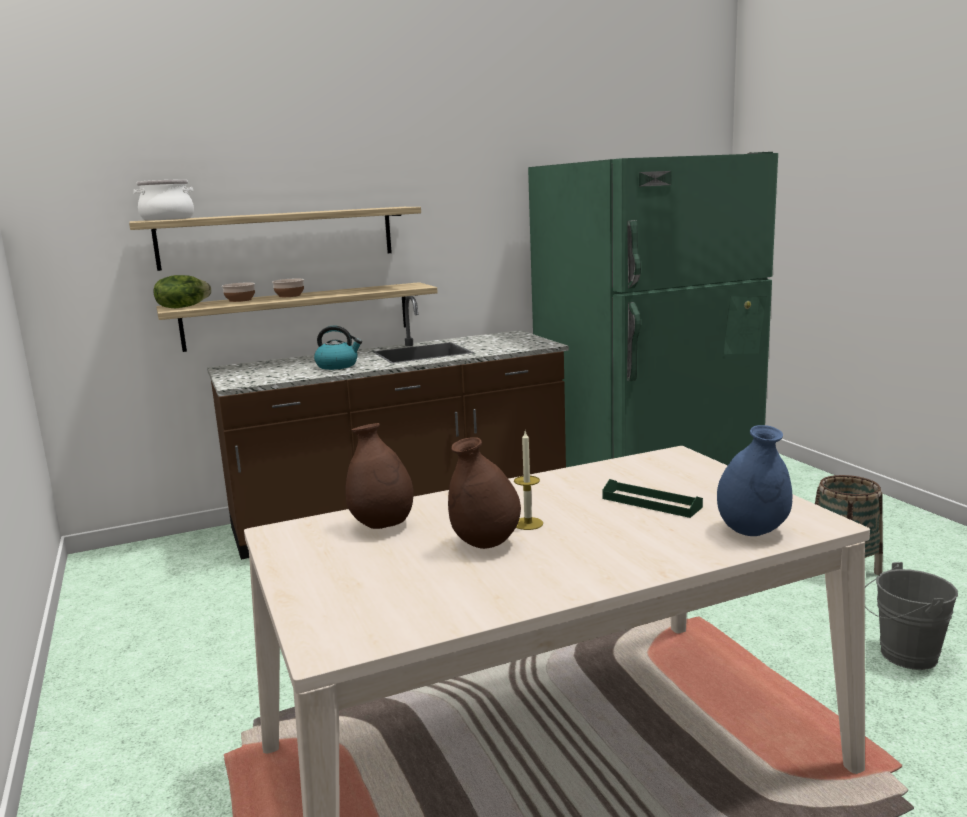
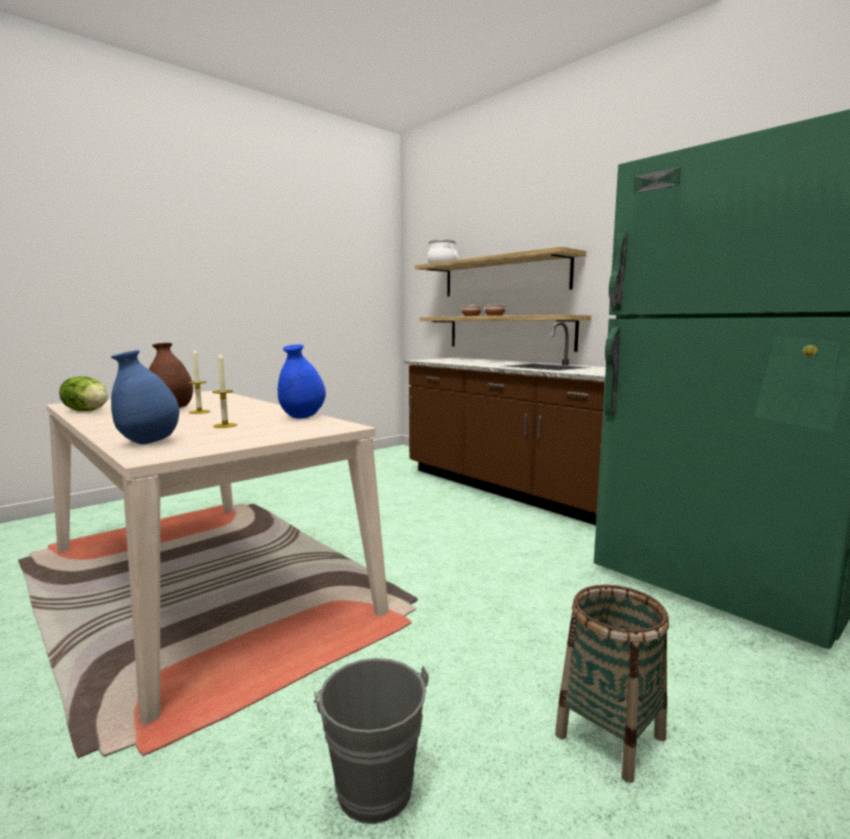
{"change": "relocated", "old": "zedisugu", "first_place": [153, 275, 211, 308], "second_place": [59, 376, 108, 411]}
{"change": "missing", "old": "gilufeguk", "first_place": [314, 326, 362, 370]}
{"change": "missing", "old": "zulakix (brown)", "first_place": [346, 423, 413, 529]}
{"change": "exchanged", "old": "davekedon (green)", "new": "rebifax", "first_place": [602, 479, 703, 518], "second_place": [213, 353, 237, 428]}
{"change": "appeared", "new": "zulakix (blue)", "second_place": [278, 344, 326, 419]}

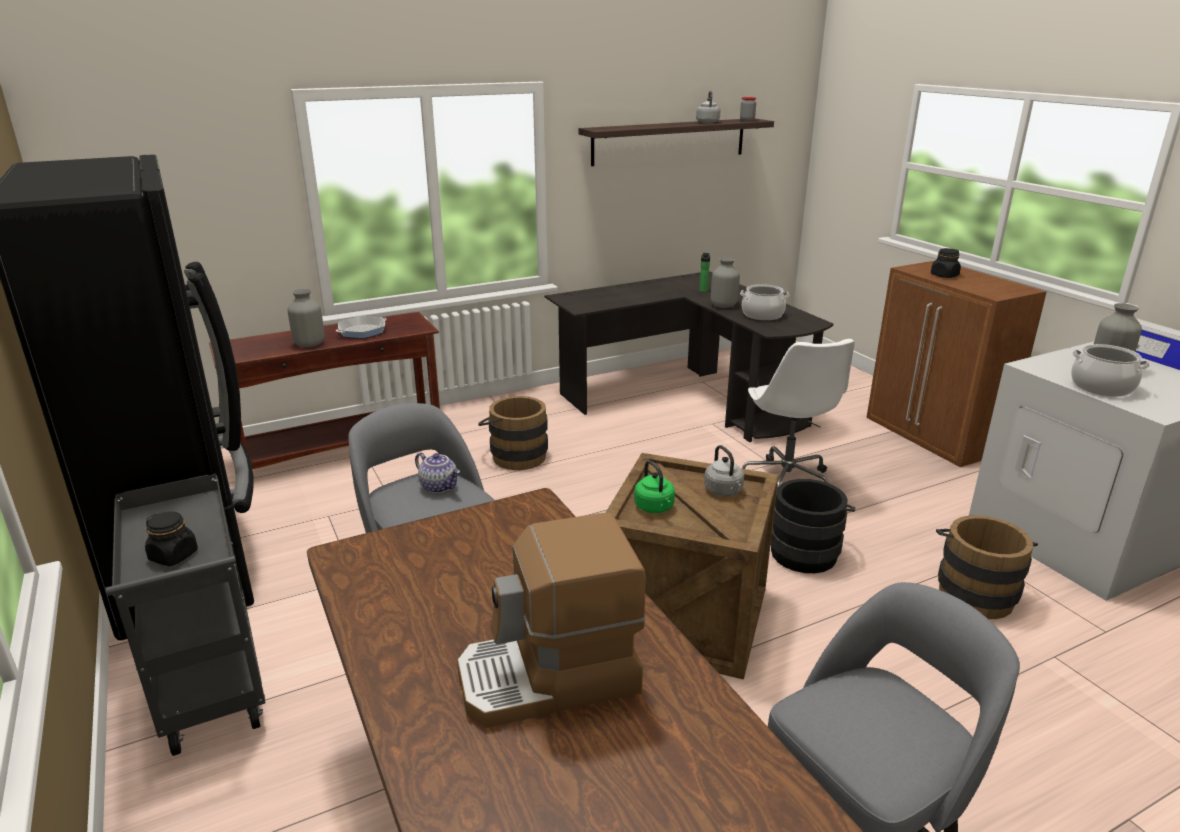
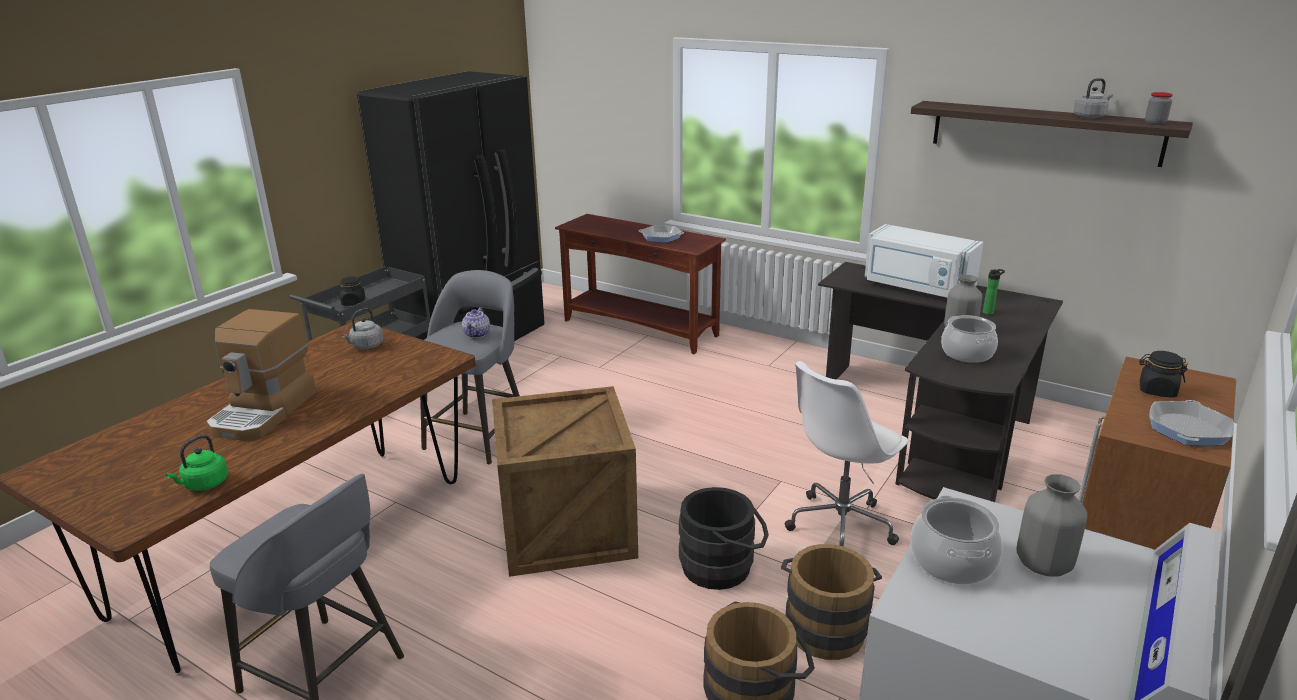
{"change": "missing", "old": "zulakix (grey)", "first_place": [288, 289, 325, 347]}
{"change": "spun", "old": "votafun", "first_place": [457, 513, 646, 728], "second_place": [206, 309, 316, 441], "degrees": -120}
{"change": "relocated", "old": "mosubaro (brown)", "first_place": [478, 396, 548, 470], "second_place": [781, 544, 882, 660]}
{"change": "relocated", "old": "gilufeguk (green)", "first_place": [634, 460, 675, 513], "second_place": [166, 435, 228, 491]}
{"change": "relocated", "old": "gilufeguk (grey)", "first_place": [704, 445, 744, 496], "second_place": [342, 308, 383, 349]}
{"change": "appeared", "new": "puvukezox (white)", "second_place": [865, 224, 984, 298]}
{"change": "appeared", "new": "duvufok", "second_place": [1149, 400, 1234, 446]}

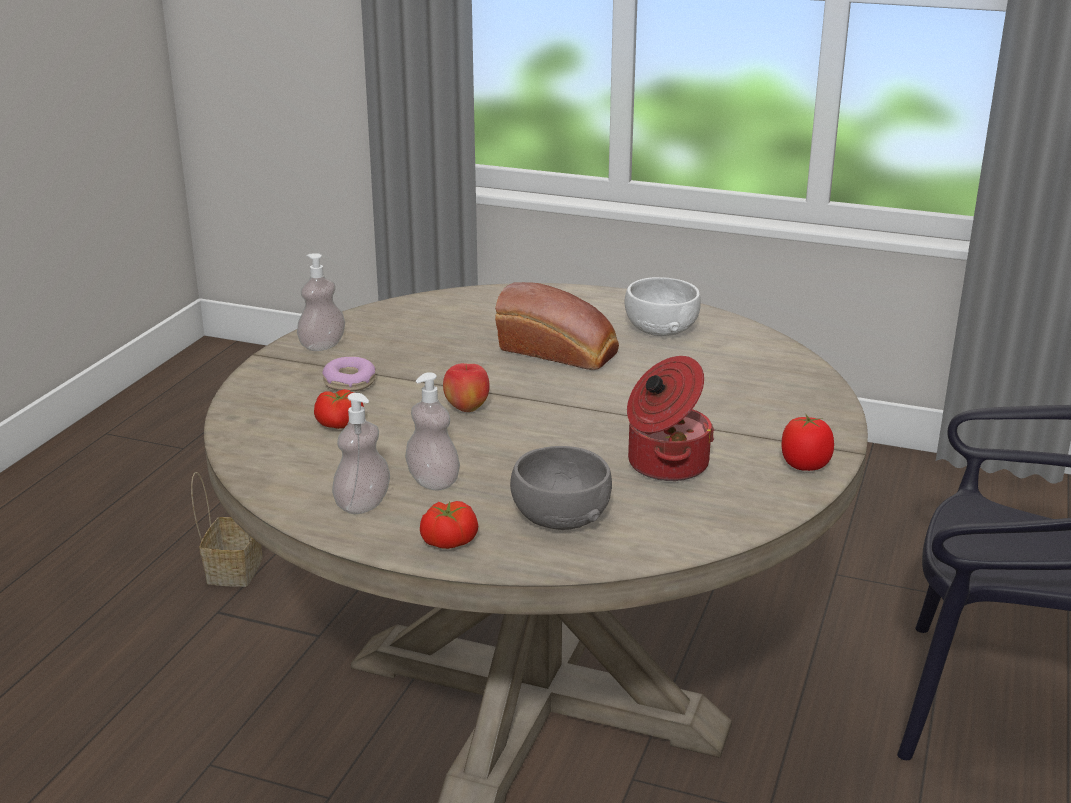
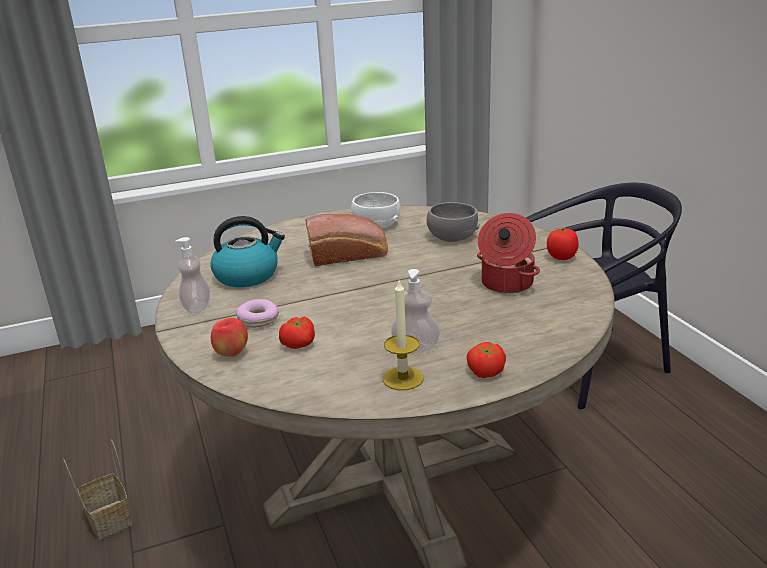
{"change": "exchanged", "old": "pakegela", "new": "rebifax", "first_place": [332, 393, 390, 514], "second_place": [383, 281, 424, 390]}
{"change": "relocated", "old": "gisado", "first_place": [443, 363, 490, 412], "second_place": [211, 318, 248, 357]}
{"change": "relocated", "old": "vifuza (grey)", "first_place": [510, 446, 612, 530], "second_place": [426, 202, 480, 242]}
{"change": "appeared", "new": "gilufeguk", "second_place": [210, 216, 285, 287]}

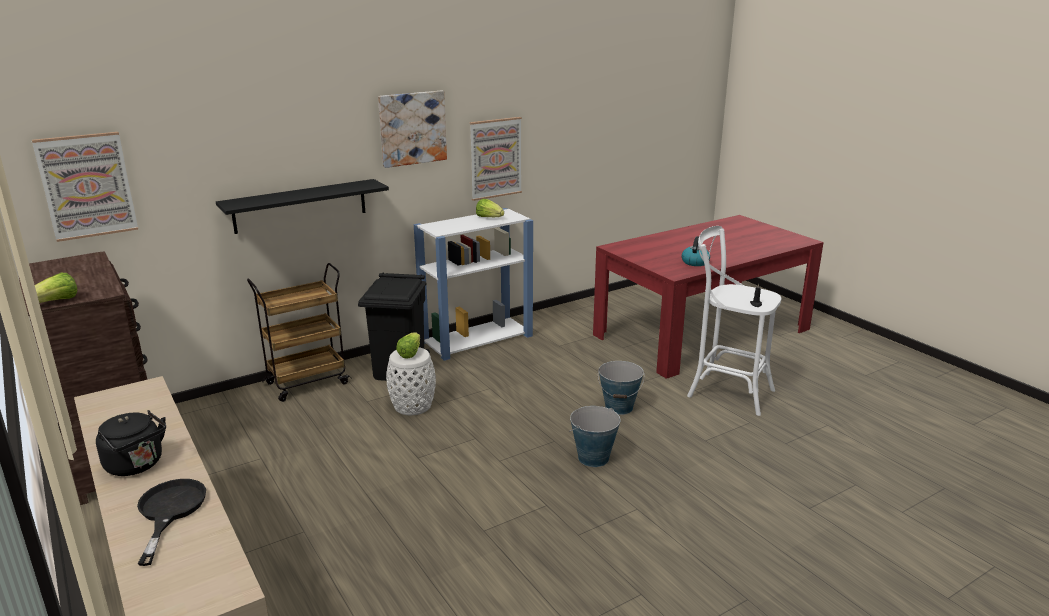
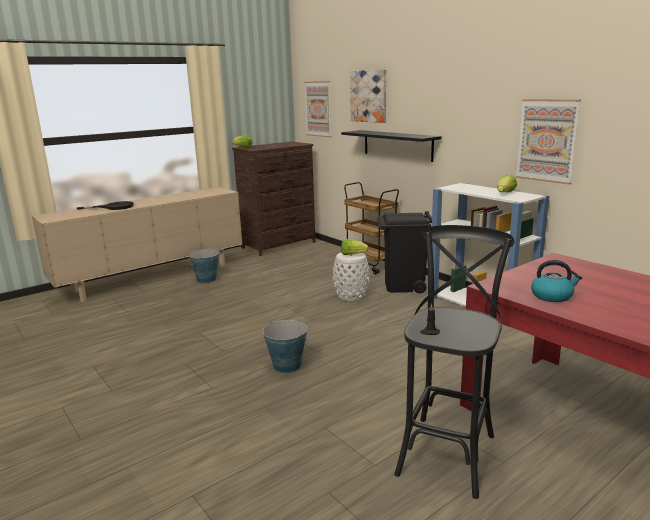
{"change": "missing", "old": "gilufeguk (black)", "first_place": [96, 410, 166, 476]}
{"change": "relocated", "old": "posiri", "first_place": [378, 90, 447, 168], "second_place": [350, 69, 386, 123]}
{"change": "relocated", "old": "mosubaro", "first_place": [598, 361, 645, 415], "second_place": [189, 248, 219, 284]}
{"change": "colour", "old": "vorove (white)", "new": "vorove (black)", "first_place": [687, 226, 781, 416], "second_place": [394, 225, 515, 499]}

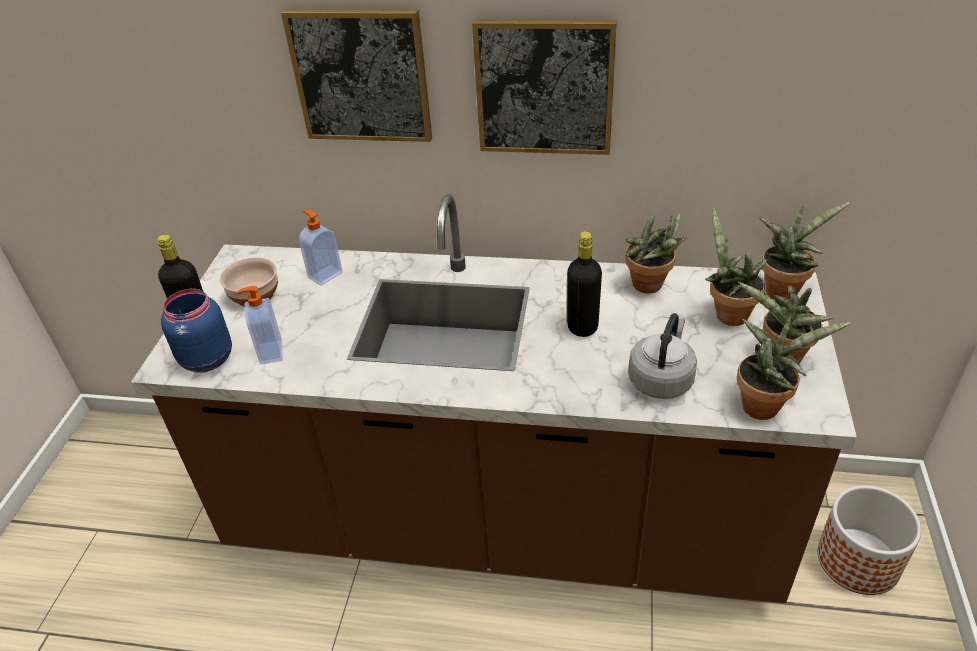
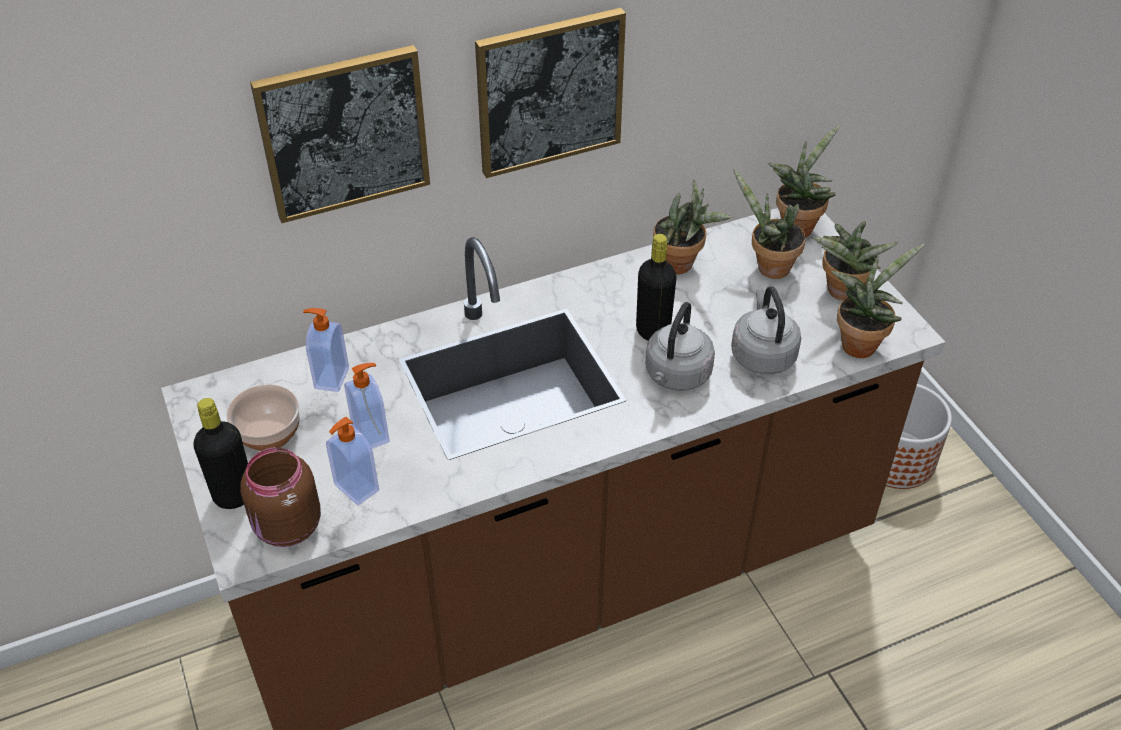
{"change": "colour", "old": "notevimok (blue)", "new": "notevimok (brown)", "first_place": [161, 289, 232, 373], "second_place": [240, 447, 321, 547]}
{"change": "appeared", "new": "pakegela", "second_place": [344, 363, 389, 449]}
{"change": "appeared", "new": "gilufeguk (grey)", "second_place": [645, 302, 715, 391]}

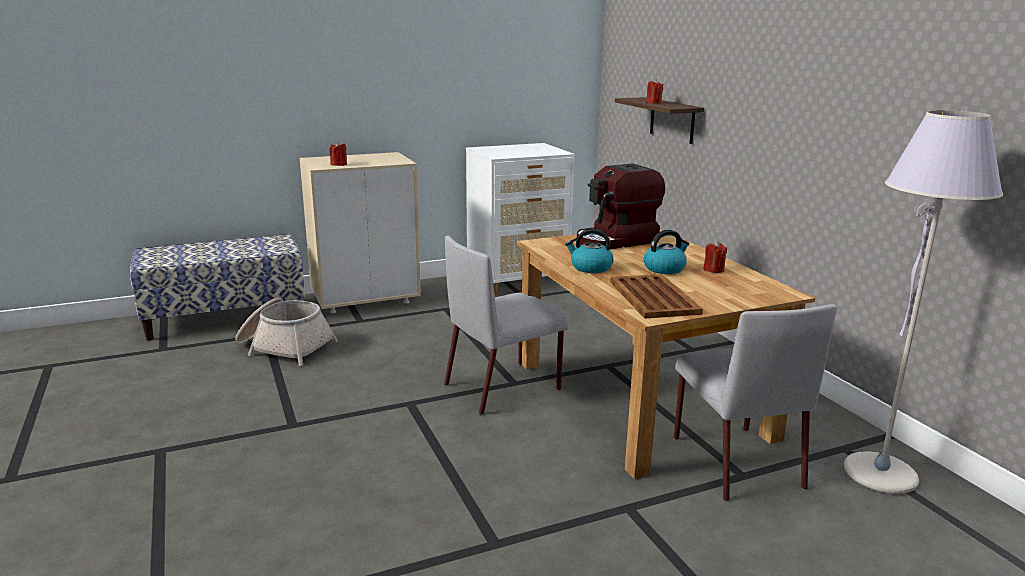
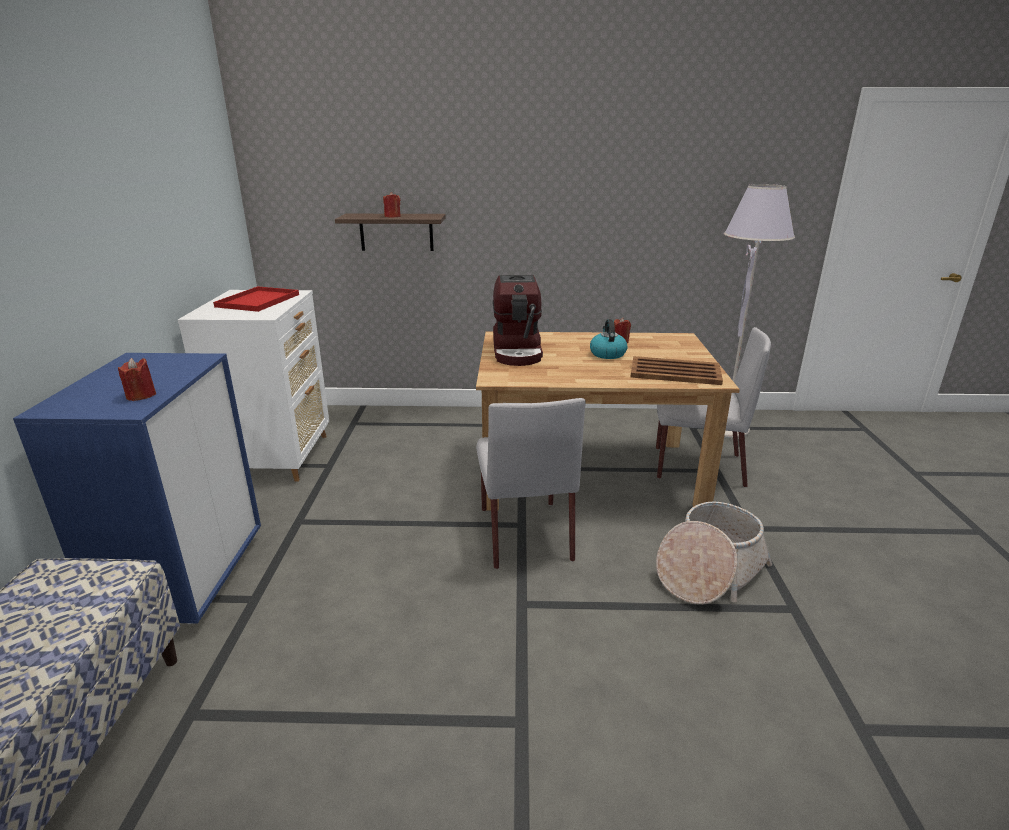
{"change": "relocated", "old": "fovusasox", "first_place": [235, 297, 338, 366], "second_place": [656, 501, 772, 605]}
{"change": "colour", "old": "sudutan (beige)", "new": "sudutan (blue)", "first_place": [300, 152, 421, 314], "second_place": [13, 353, 261, 624]}
{"change": "missing", "old": "gilufeguk", "first_place": [565, 229, 614, 273]}
{"change": "appeared", "new": "davekedon (red)", "second_place": [213, 286, 299, 312]}

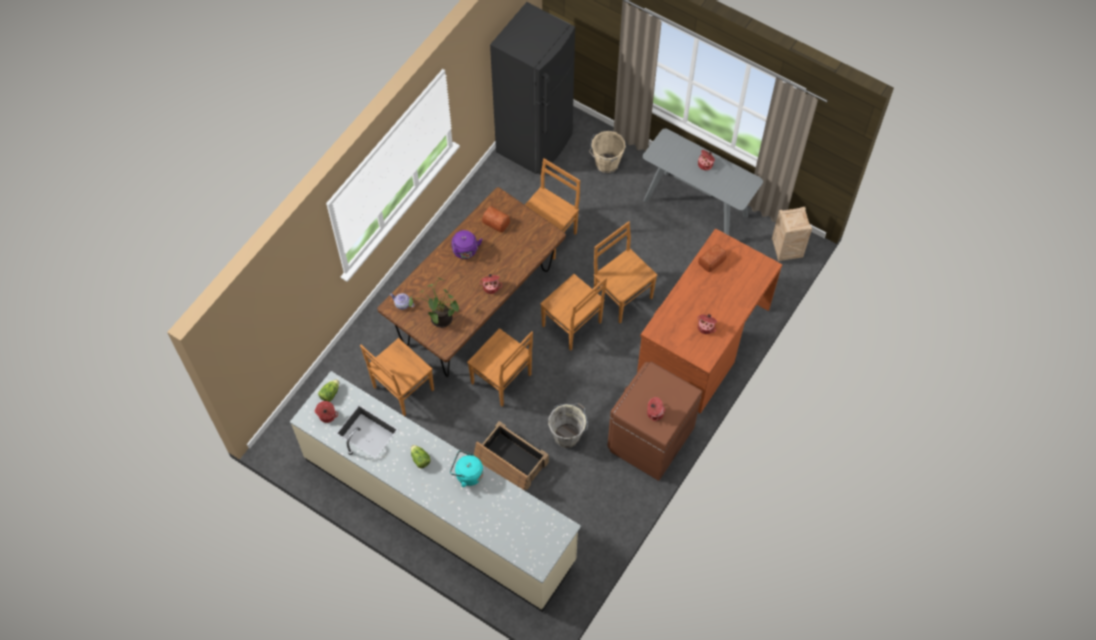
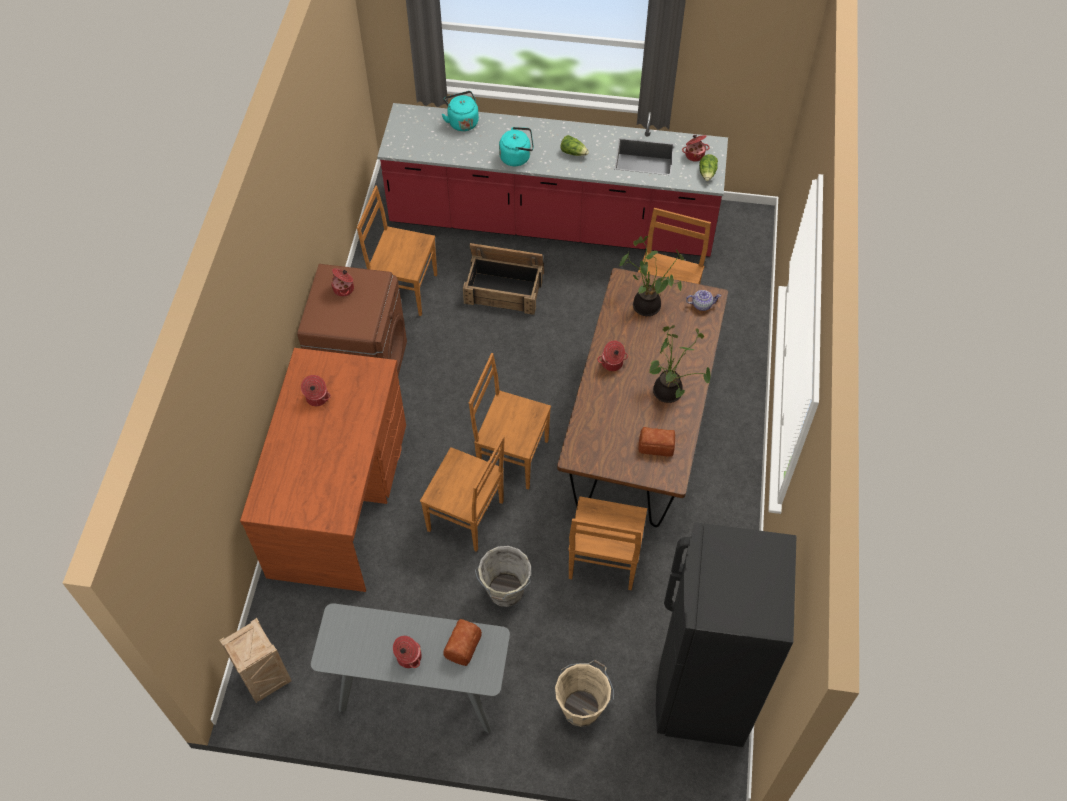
{"change": "colour", "old": "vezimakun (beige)", "new": "vezimakun (red)", "first_place": [290, 371, 581, 612], "second_place": [377, 103, 728, 257]}
{"change": "exchanged", "old": "gilufeguk (purple)", "new": "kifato", "first_place": [452, 230, 482, 259], "second_place": [648, 325, 711, 403]}
{"change": "relocated", "old": "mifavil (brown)", "first_place": [467, 328, 533, 406], "second_place": [357, 186, 437, 316]}
{"change": "relocated", "old": "mosubaro (grey)", "first_place": [548, 403, 588, 448], "second_place": [475, 546, 531, 607]}
{"change": "relocated", "old": "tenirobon", "first_place": [698, 244, 727, 272], "second_place": [443, 619, 482, 666]}
{"change": "appeared", "new": "gilufeguk (turquoise)", "second_place": [441, 91, 479, 131]}

